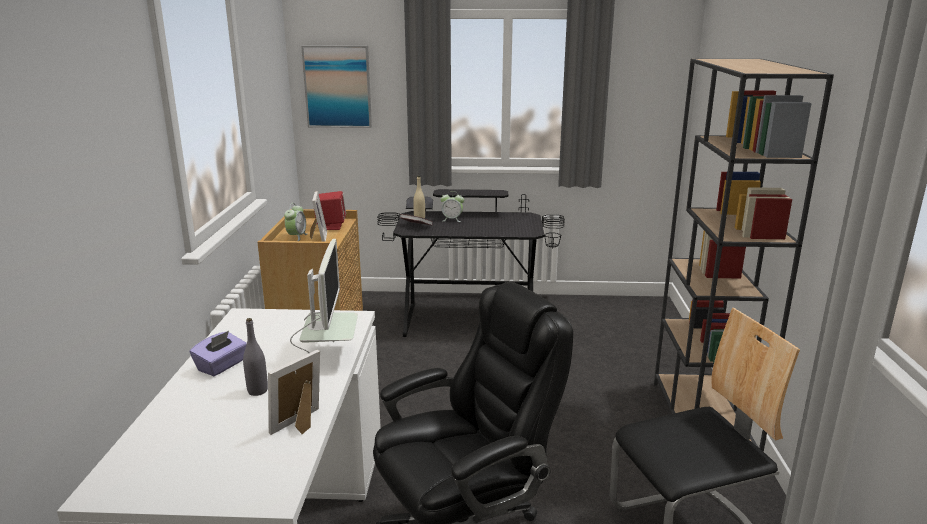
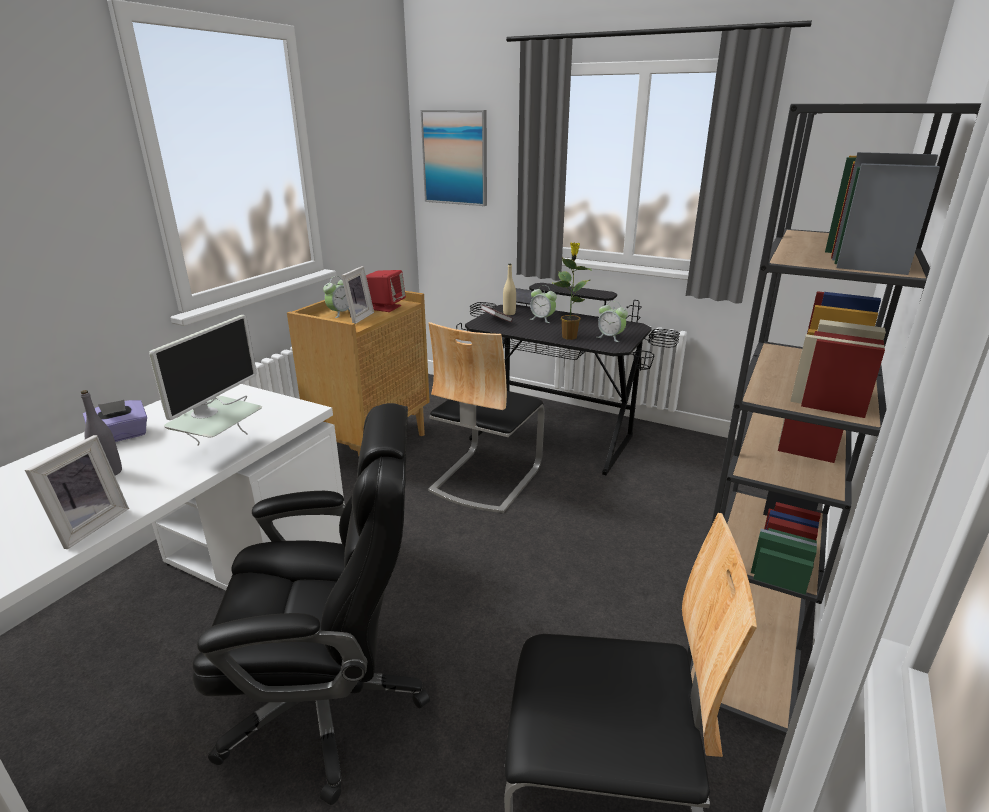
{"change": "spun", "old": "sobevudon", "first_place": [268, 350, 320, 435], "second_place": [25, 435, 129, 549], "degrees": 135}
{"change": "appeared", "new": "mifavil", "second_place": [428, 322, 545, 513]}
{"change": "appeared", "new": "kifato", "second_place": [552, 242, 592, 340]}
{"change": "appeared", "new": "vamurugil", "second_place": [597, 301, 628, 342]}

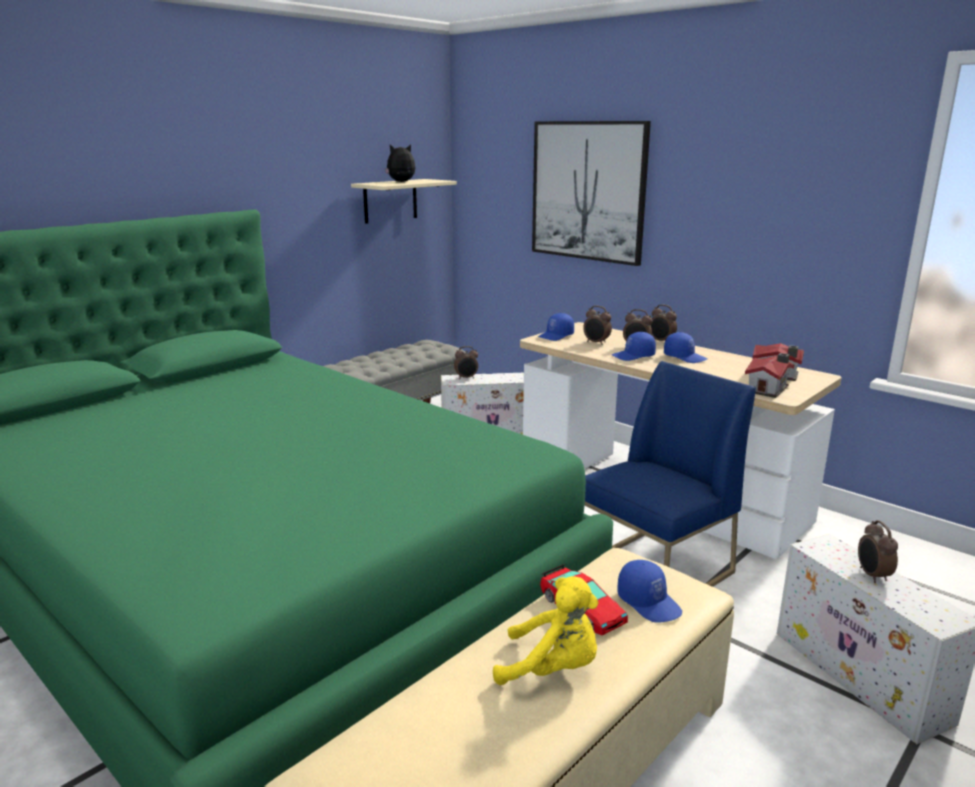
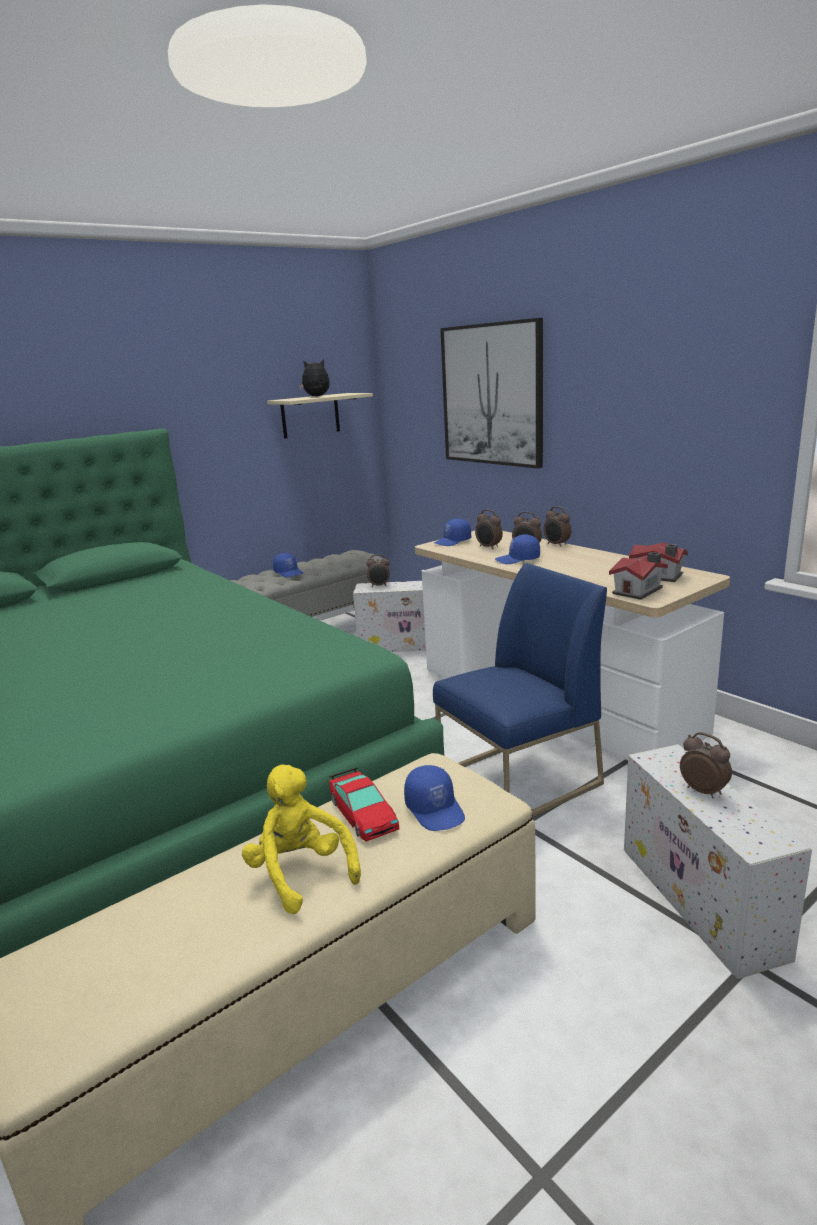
{"change": "spun", "old": "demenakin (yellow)", "first_place": [493, 576, 598, 685], "second_place": [242, 764, 361, 914], "degrees": -150}
{"change": "relocated", "old": "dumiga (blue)", "first_place": [664, 332, 708, 363], "second_place": [273, 553, 303, 577]}
{"change": "spun", "old": "vamurugil", "first_place": [858, 520, 898, 583], "second_place": [680, 732, 732, 799], "degrees": 135}

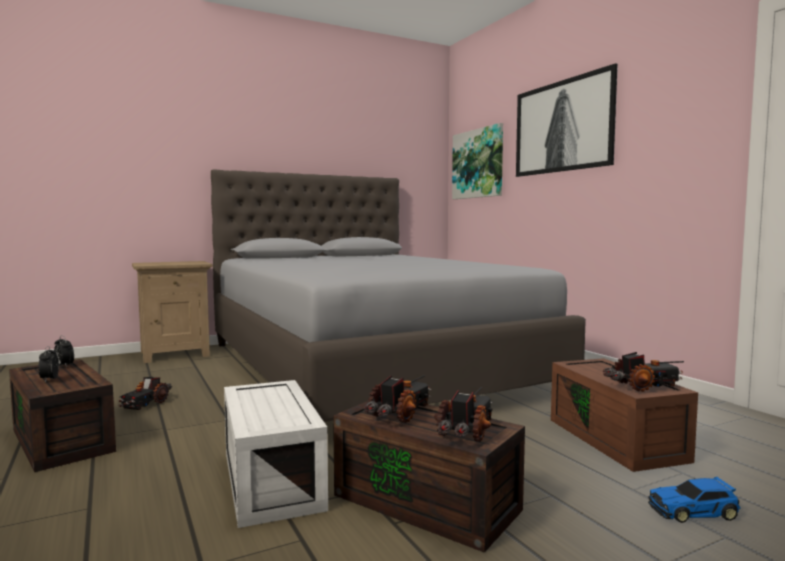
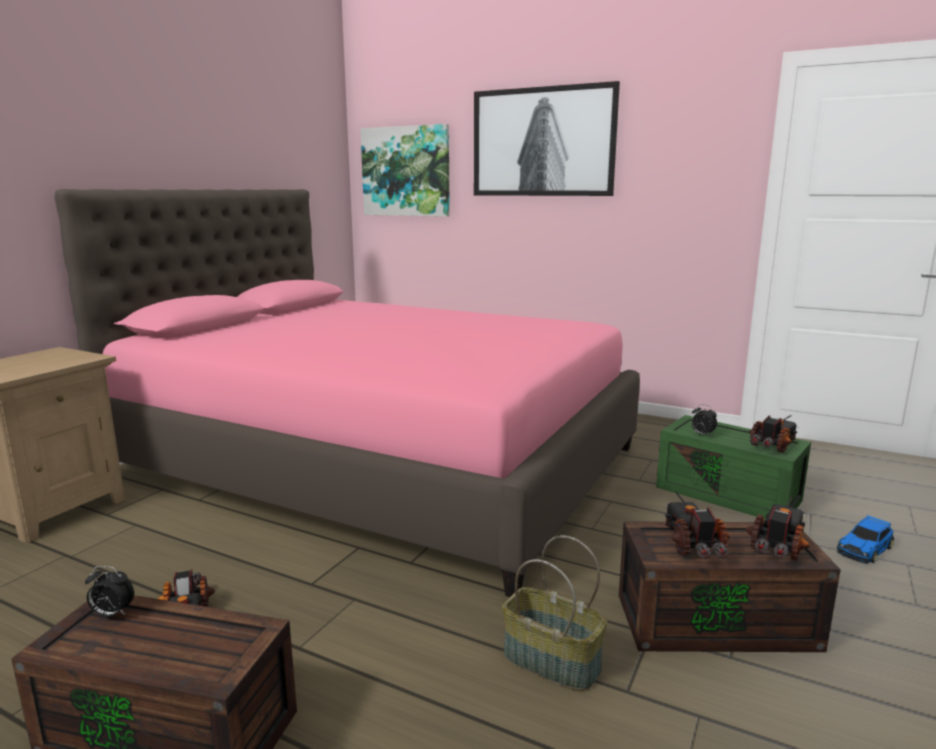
{"change": "relocated", "old": "vamurugil", "first_place": [38, 346, 59, 382], "second_place": [692, 404, 717, 437]}
{"change": "colour", "old": "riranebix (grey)", "new": "riranebix (pink)", "first_place": [211, 169, 586, 423], "second_place": [55, 189, 640, 597]}
{"change": "exchanged", "old": "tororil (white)", "new": "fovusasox", "first_place": [224, 380, 328, 528], "second_place": [502, 535, 607, 691]}
{"change": "spun", "old": "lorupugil", "first_place": [434, 387, 493, 442], "second_place": [746, 497, 810, 561], "degrees": 45}
{"change": "colour", "old": "tororil (brown)", "new": "tororil (green)", "first_place": [551, 358, 698, 472], "second_place": [656, 415, 811, 519]}

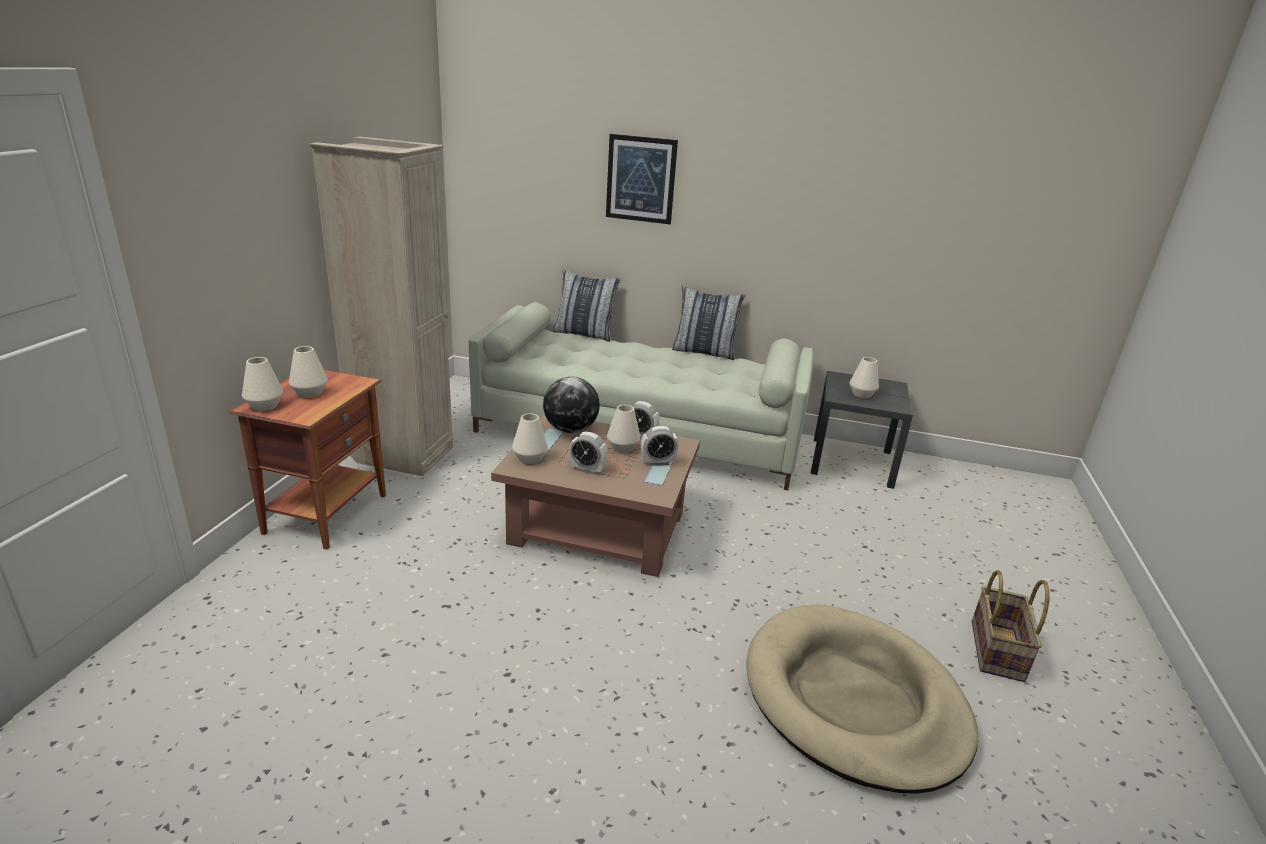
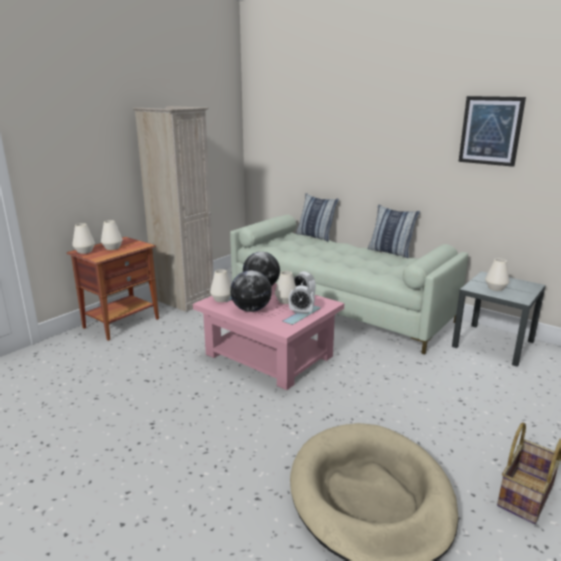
{"change": "colour", "old": "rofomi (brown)", "new": "rofomi (pink)", "first_place": [491, 413, 700, 577], "second_place": [193, 283, 344, 390]}
{"change": "exchanged", "old": "vamurugil", "new": "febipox", "first_place": [569, 432, 608, 475], "second_place": [230, 270, 272, 312]}
{"change": "relocated", "old": "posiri", "first_place": [606, 134, 678, 224], "second_place": [458, 96, 526, 167]}

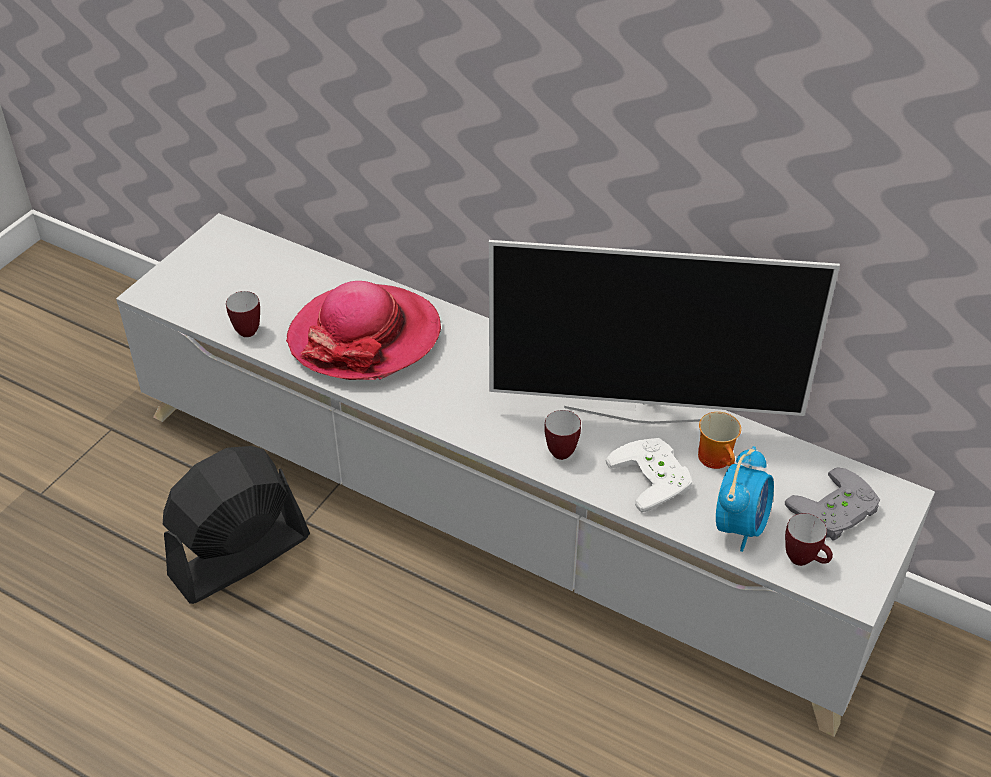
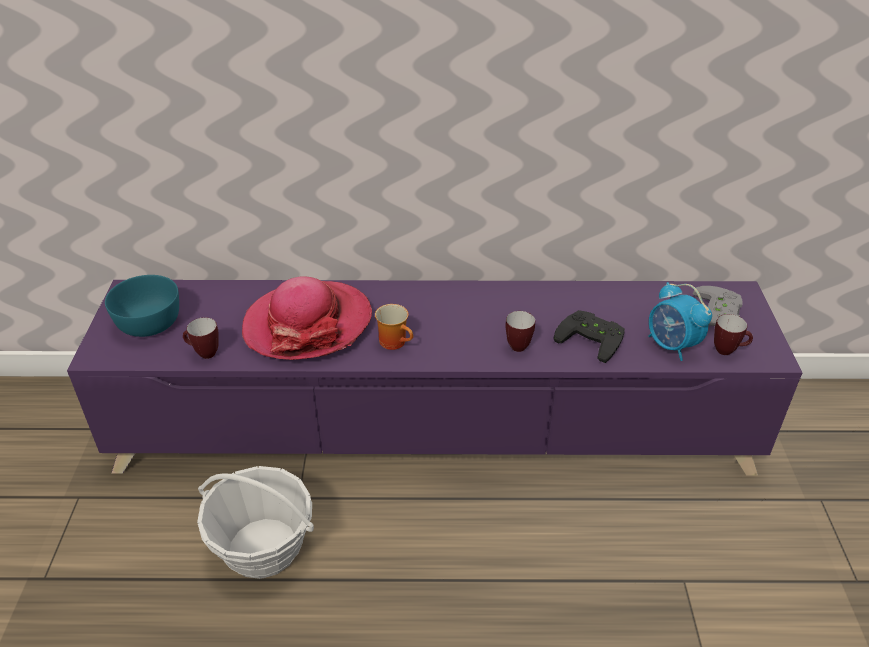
{"change": "colour", "old": "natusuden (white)", "new": "natusuden (purple)", "first_place": [116, 213, 935, 737], "second_place": [67, 280, 803, 476]}
{"change": "exchanged", "old": "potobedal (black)", "new": "fovusasox", "first_place": [163, 446, 310, 604], "second_place": [197, 466, 314, 579]}
{"change": "missing", "old": "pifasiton", "first_place": [489, 240, 840, 424]}
{"change": "colour", "old": "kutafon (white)", "new": "kutafon (black)", "first_place": [606, 438, 692, 512], "second_place": [554, 310, 625, 363]}
{"change": "relocated", "old": "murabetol", "first_place": [698, 412, 741, 469], "second_place": [375, 304, 413, 350]}
{"change": "spun", "old": "vamurugil", "first_place": [716, 446, 774, 552], "second_place": [648, 282, 712, 361], "degrees": 150}
{"change": "appeared", "new": "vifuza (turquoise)", "second_place": [105, 275, 179, 337]}

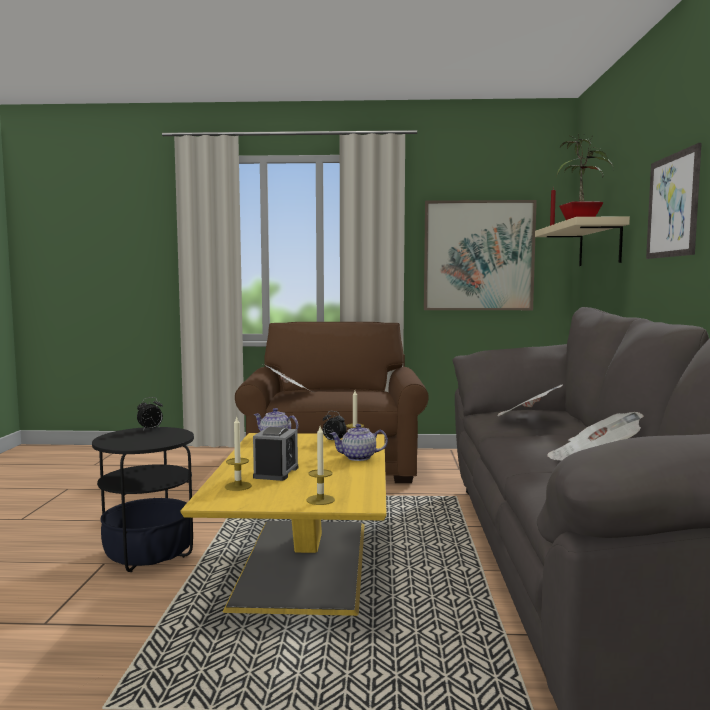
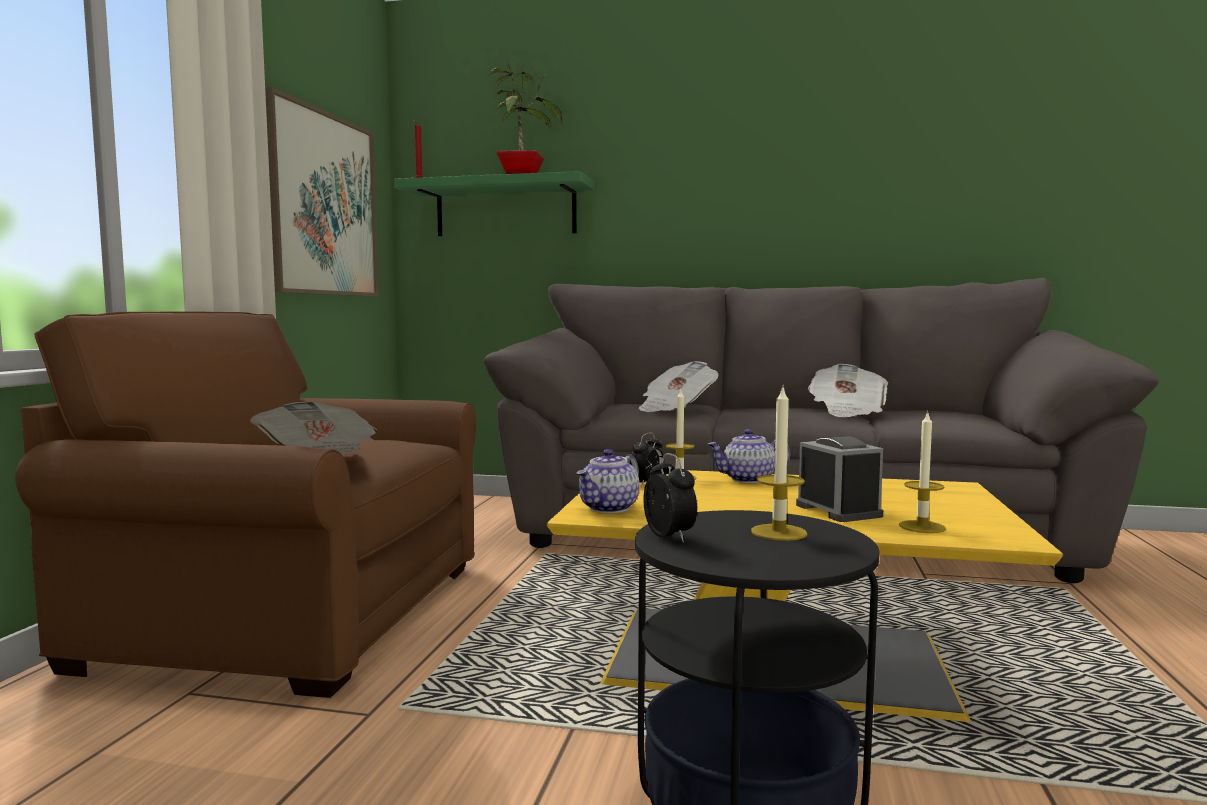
{"change": "spun", "old": "vamurugil", "first_place": [253, 427, 298, 481], "second_place": [796, 436, 883, 522], "degrees": 45}
{"change": "relocated", "old": "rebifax", "first_place": [307, 426, 335, 505], "second_place": [751, 387, 808, 541]}
{"change": "spun", "old": "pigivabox", "first_place": [330, 424, 388, 461], "second_place": [708, 429, 791, 483], "degrees": 75}
{"change": "colour", "old": "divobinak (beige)", "new": "divobinak (green)", "first_place": [535, 217, 630, 266], "second_place": [394, 171, 595, 236]}
{"change": "missing", "old": "posiri", "first_place": [646, 143, 702, 259]}

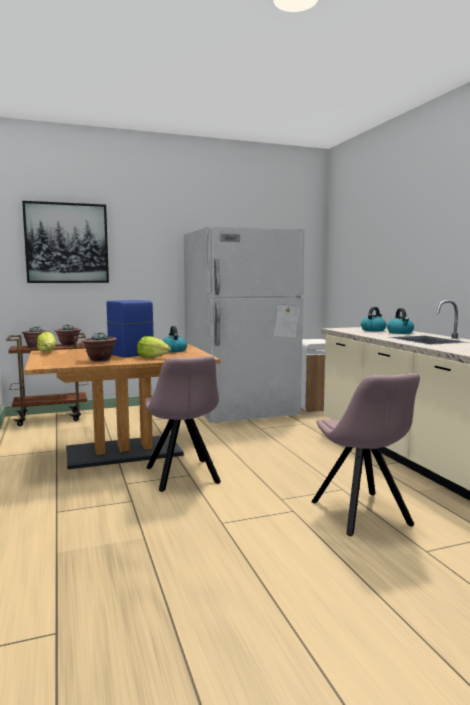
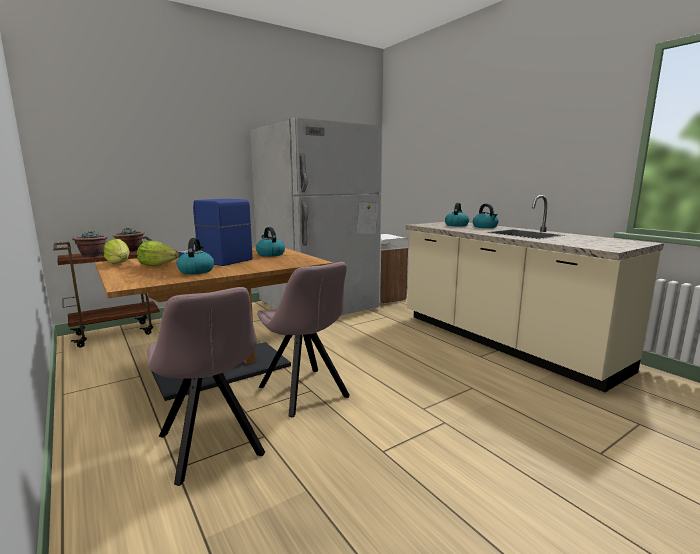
{"change": "missing", "old": "posiri", "first_place": [22, 201, 109, 283]}
{"change": "exchanged", "old": "kifato", "new": "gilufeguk", "first_place": [81, 332, 117, 361], "second_place": [177, 238, 214, 274]}
{"change": "relocated", "old": "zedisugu", "first_place": [137, 336, 171, 358], "second_place": [137, 241, 179, 266]}
{"change": "relocated", "old": "mifavil (pink)", "first_place": [311, 373, 420, 536], "second_place": [147, 287, 265, 486]}

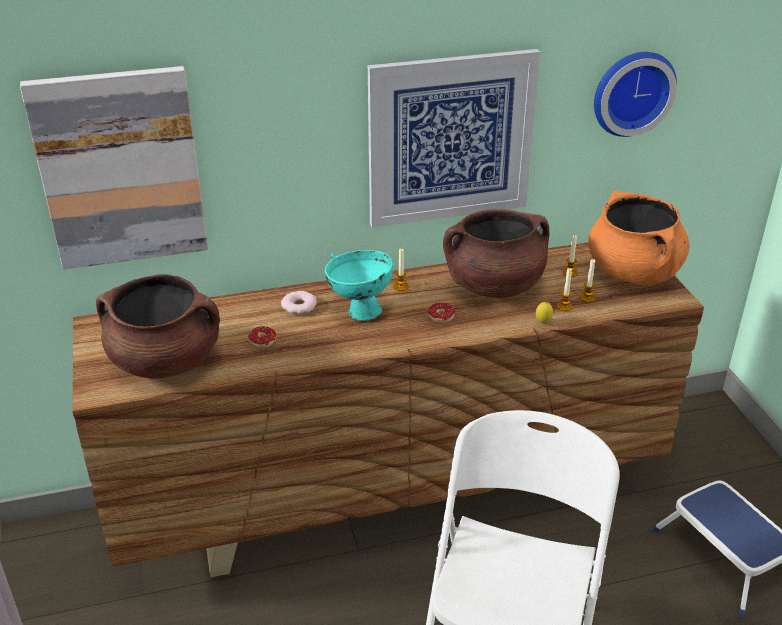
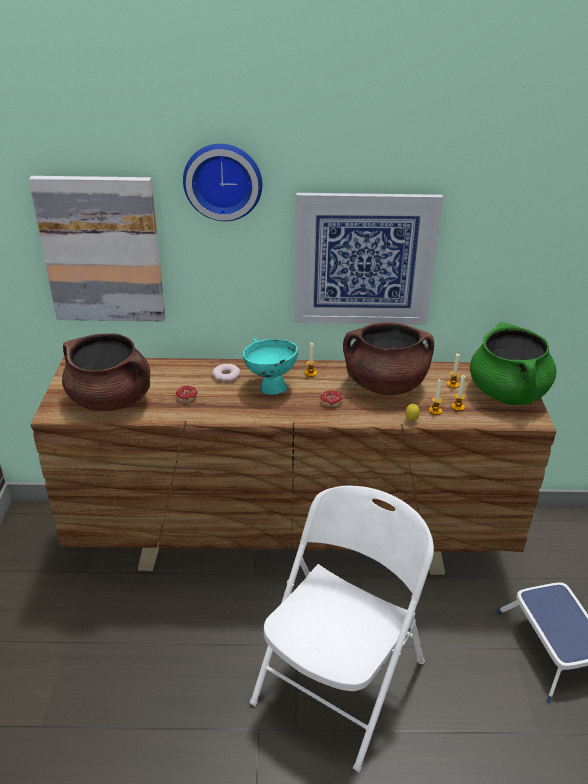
{"change": "colour", "old": "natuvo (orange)", "new": "natuvo (green)", "first_place": [588, 191, 689, 285], "second_place": [470, 322, 556, 405]}
{"change": "relocated", "old": "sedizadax", "first_place": [594, 52, 677, 137], "second_place": [183, 144, 262, 221]}

